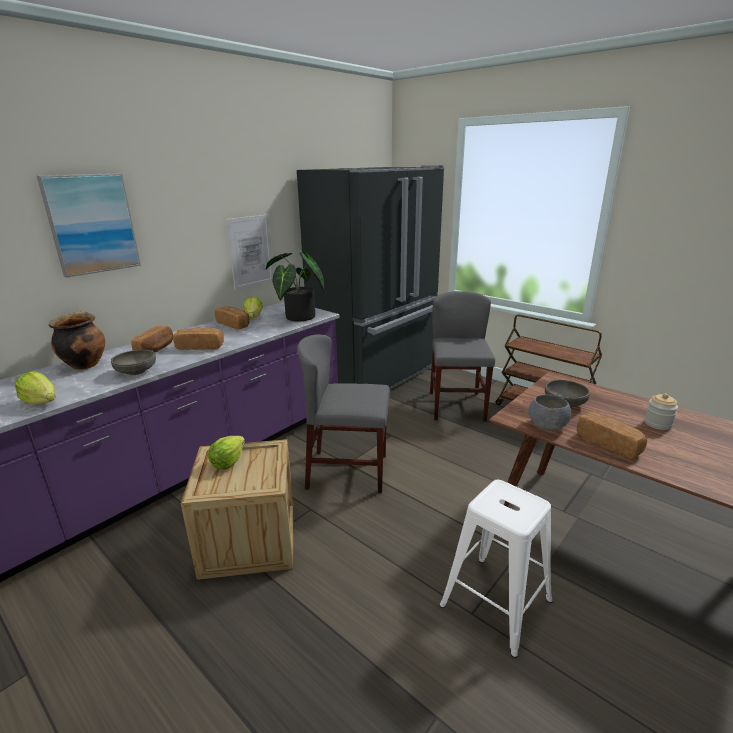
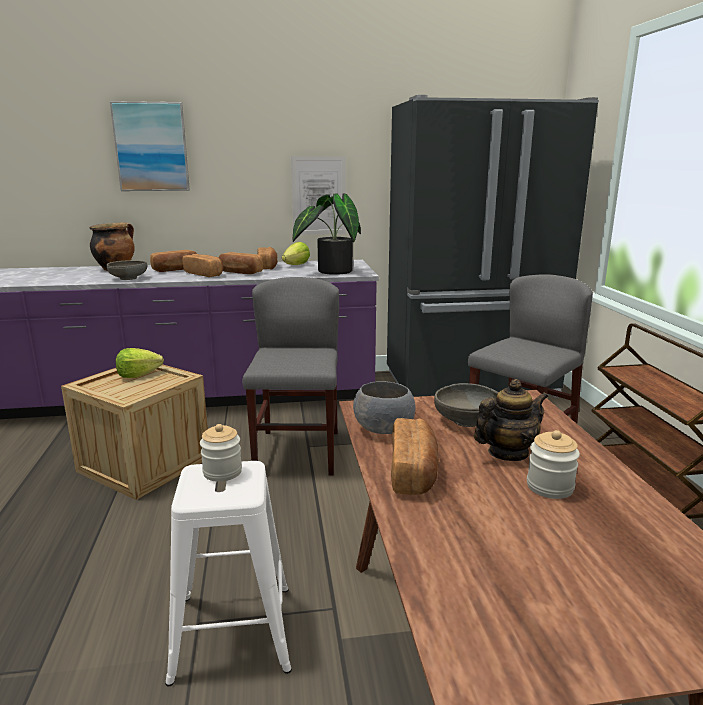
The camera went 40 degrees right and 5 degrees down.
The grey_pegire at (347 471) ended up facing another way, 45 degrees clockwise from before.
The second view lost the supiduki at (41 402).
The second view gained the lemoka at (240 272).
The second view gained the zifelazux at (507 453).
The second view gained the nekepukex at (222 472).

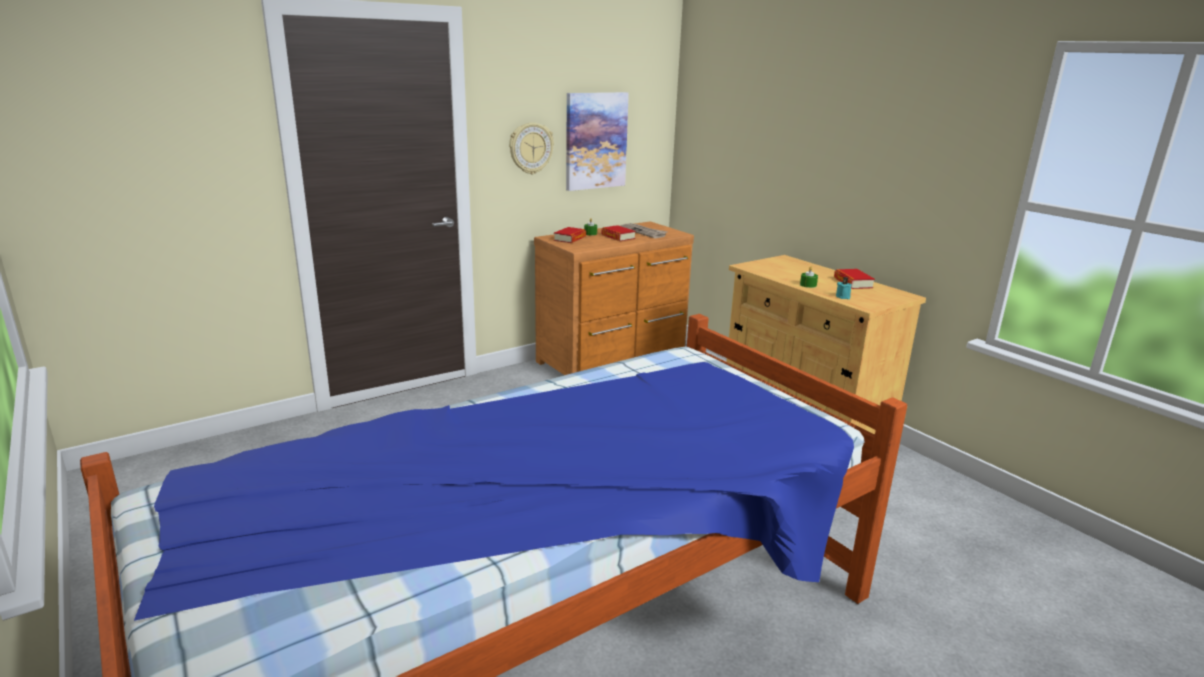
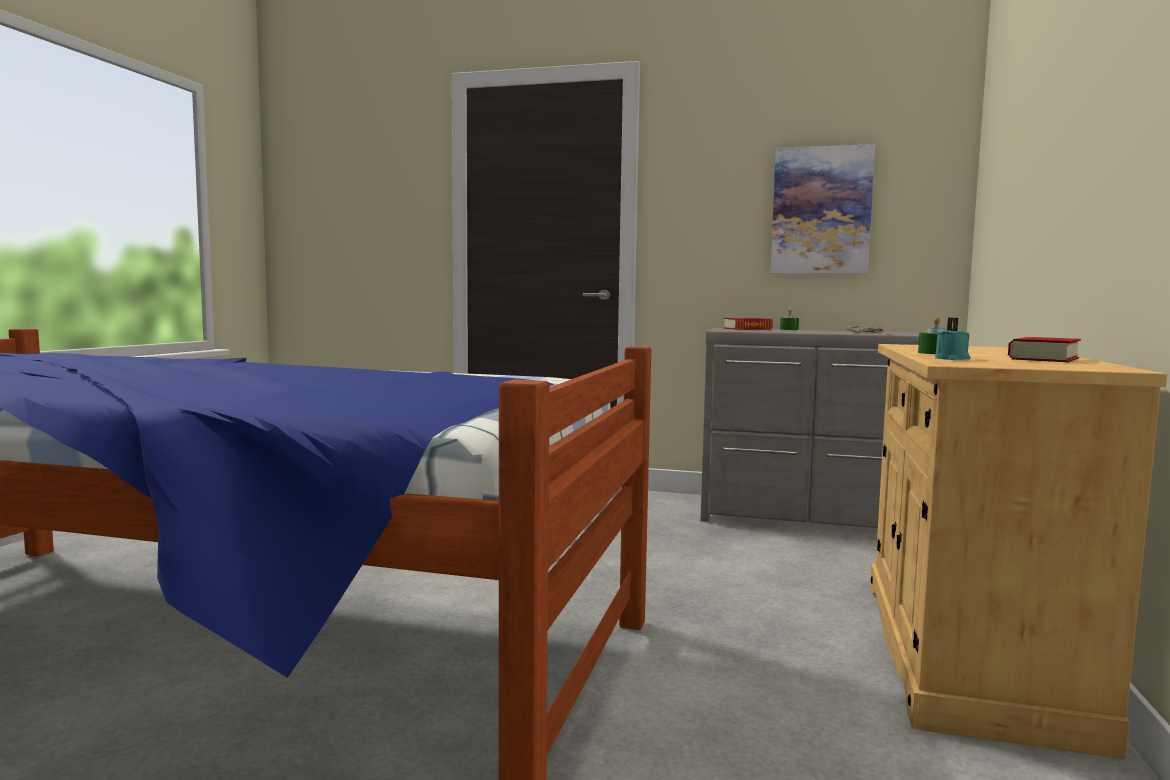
The camera went 50 degrees right and 15 degrees down.
The second view lost the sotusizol at (530 148).
What was the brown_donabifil at (614 360) turned into the grey_donabifil at (807 518).
The second view lost the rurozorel at (618 237).

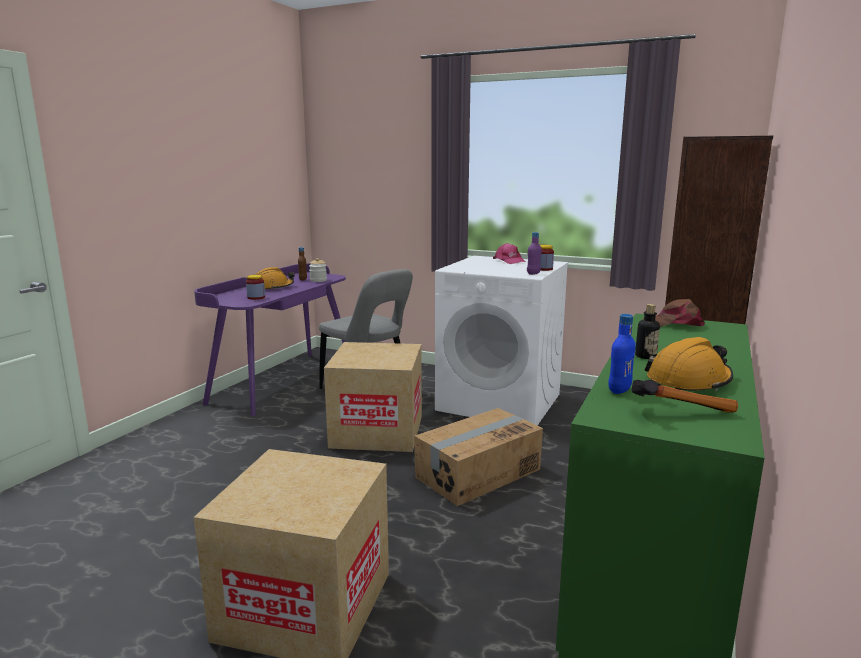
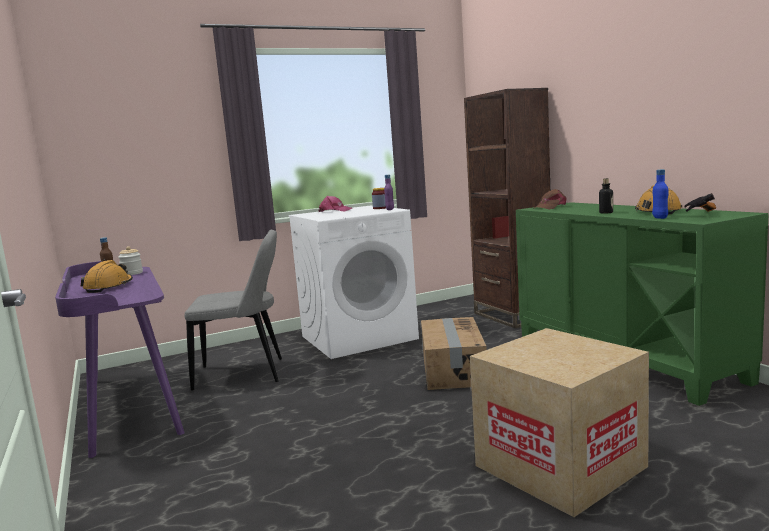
The camera went 50 degrees left and 5 degrees down.
The second view lost the nekepukex at (256 297).
The second view lost the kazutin at (377 431).

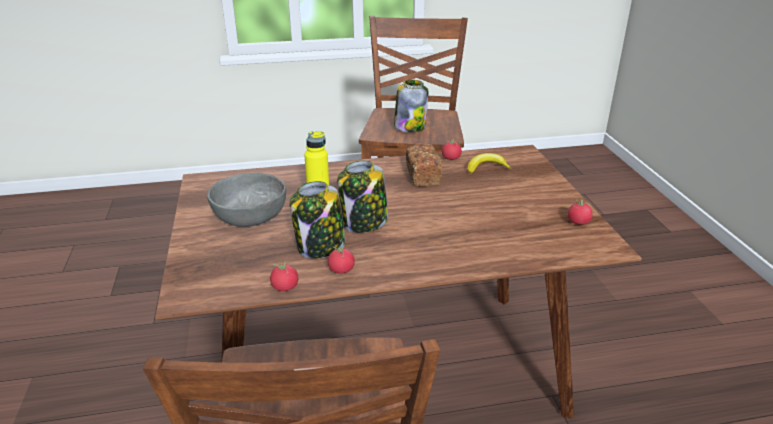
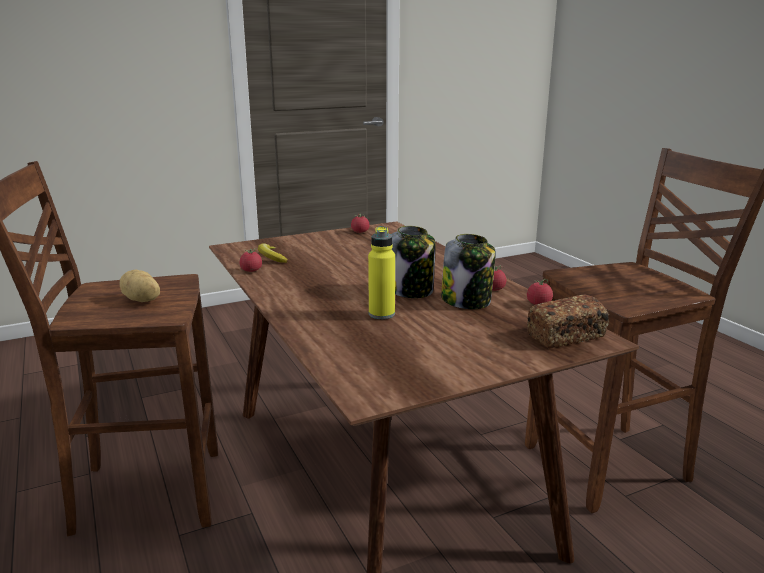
The camera went 105 degrees left and 10 degrees down.
Where the nekepukex stood at (409 127), the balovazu came to stand at (141 300).
The lemoka ended up elsewhere, having gone from (422 175) to (565 336).
The second view lost the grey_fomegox at (249 215).

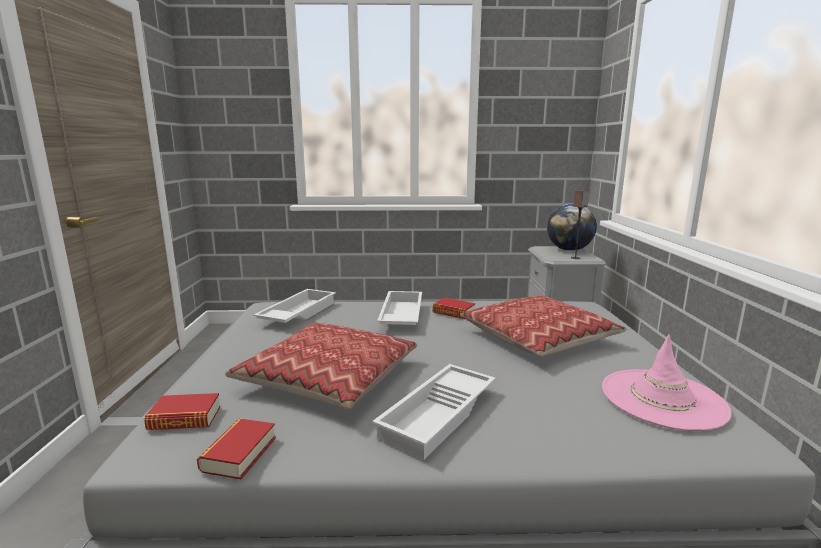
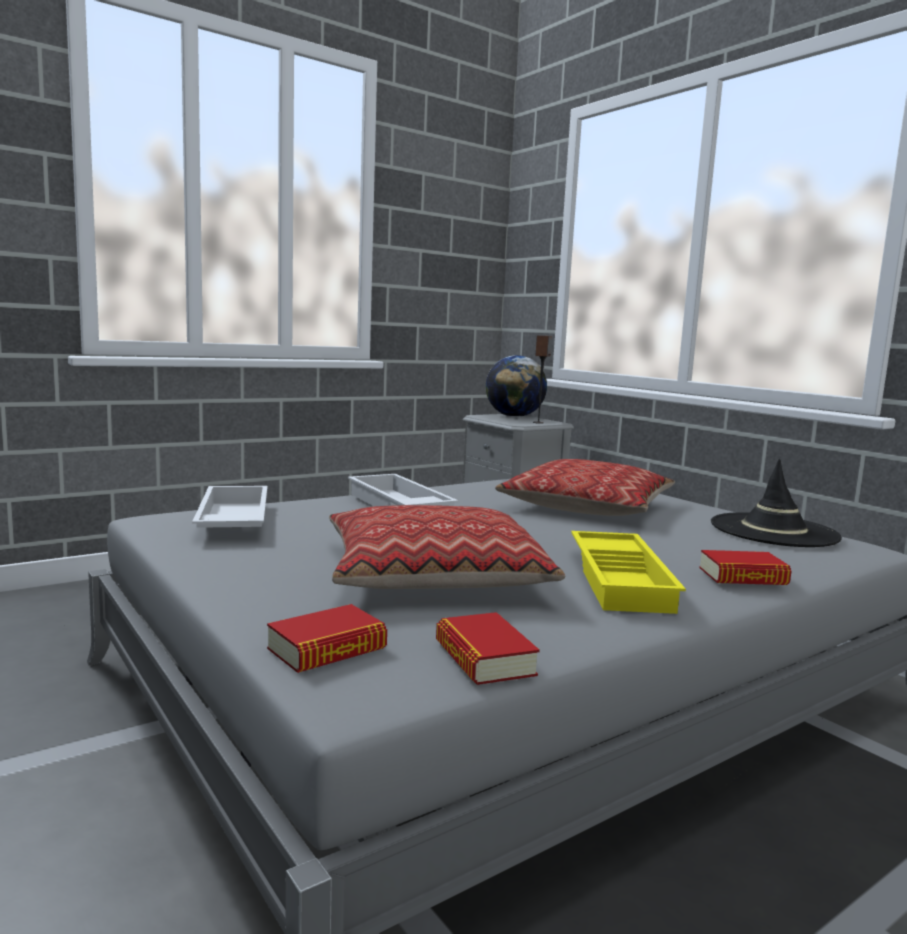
The camera went 35 degrees left and 5 degrees down.
The rurozorel ended up elsewhere, having gone from (453 312) to (743 576).
What was the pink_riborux at (662 399) turned into the black_riborux at (774 531).
What was the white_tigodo at (440 416) turned into the yellow_tigodo at (622 580).

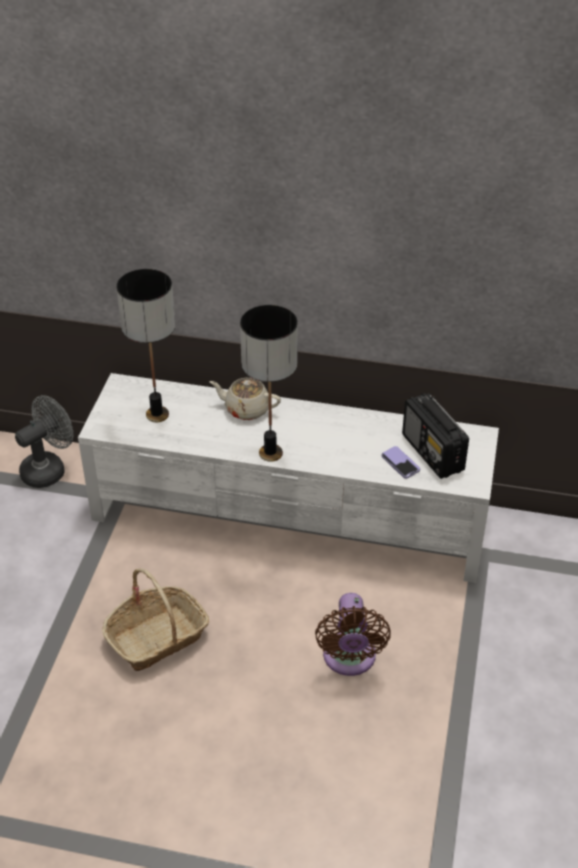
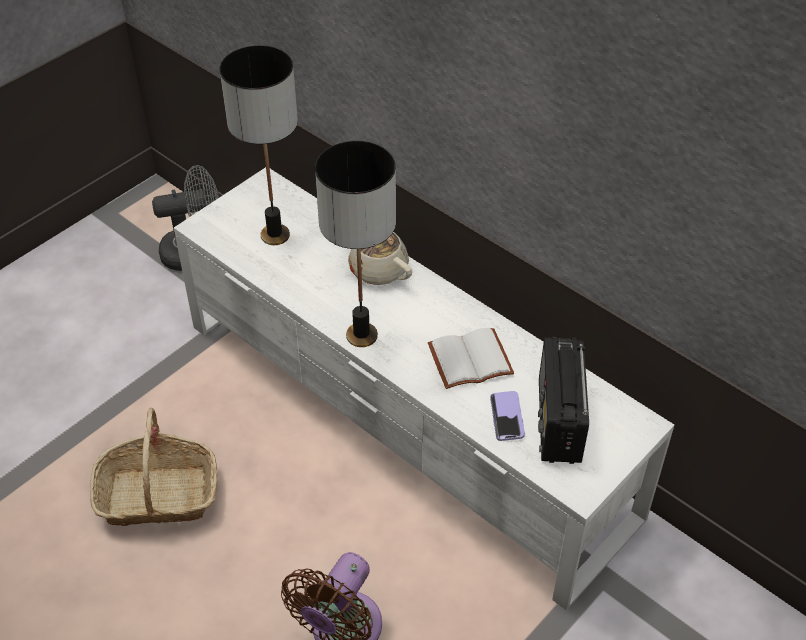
The camera went 30 degrees right and 5 degrees up.
The second view gained the white_rurozorel at (470 358).

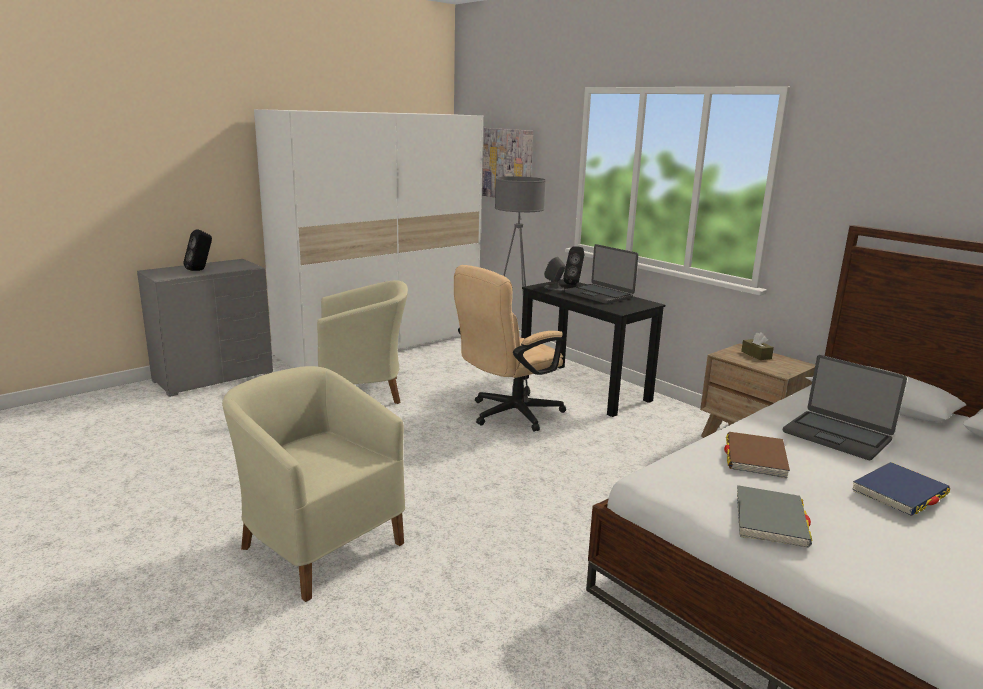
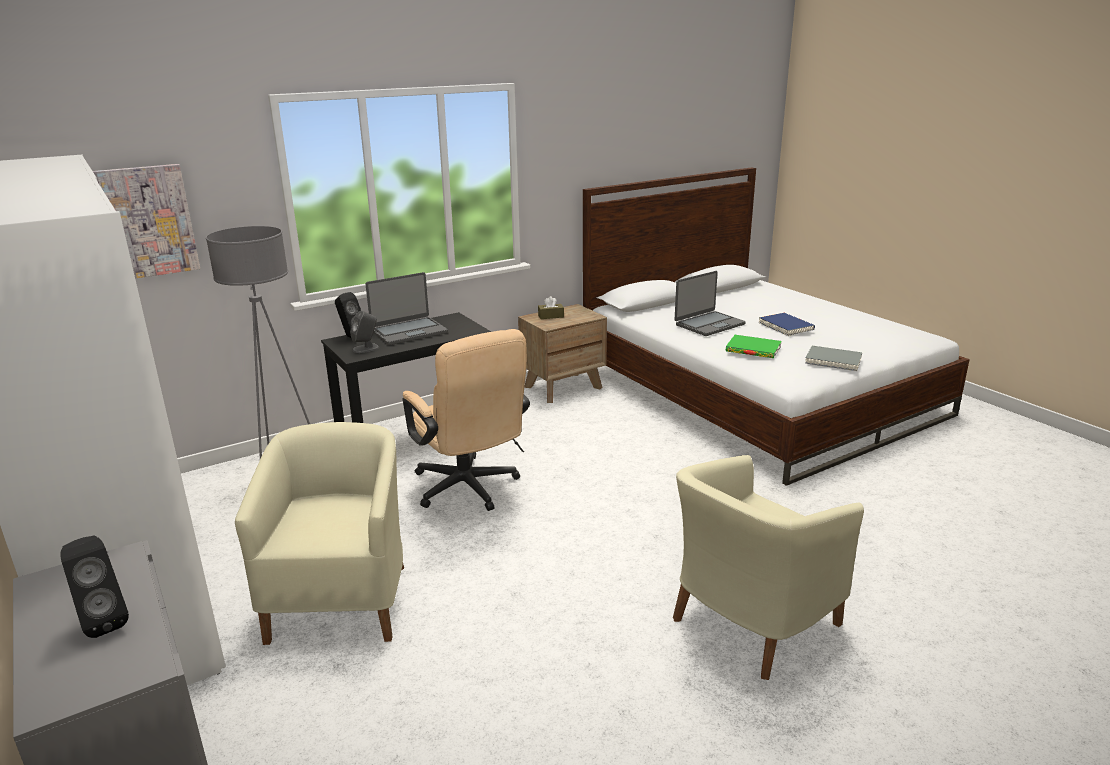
The camera went 80 degrees left and 5 degrees up.
What was the brown_rurozorel at (755 458) turned into the green_rurozorel at (753 349).

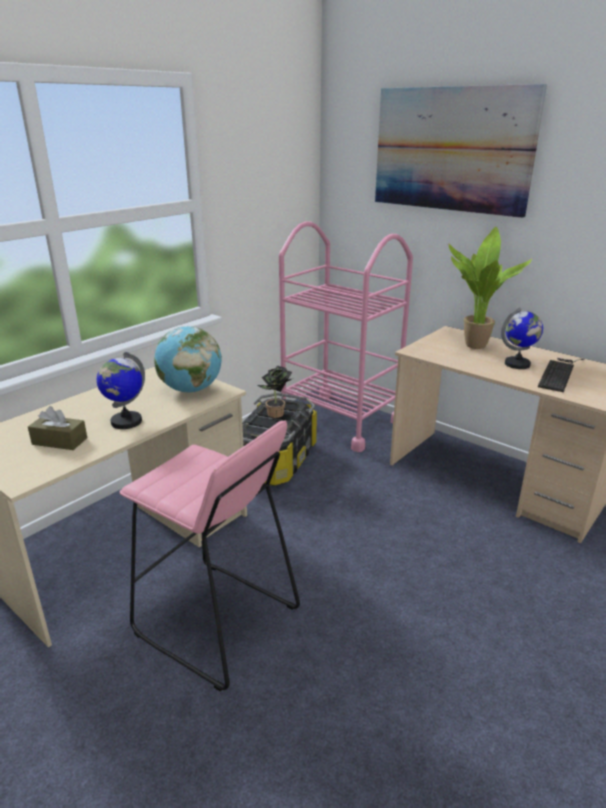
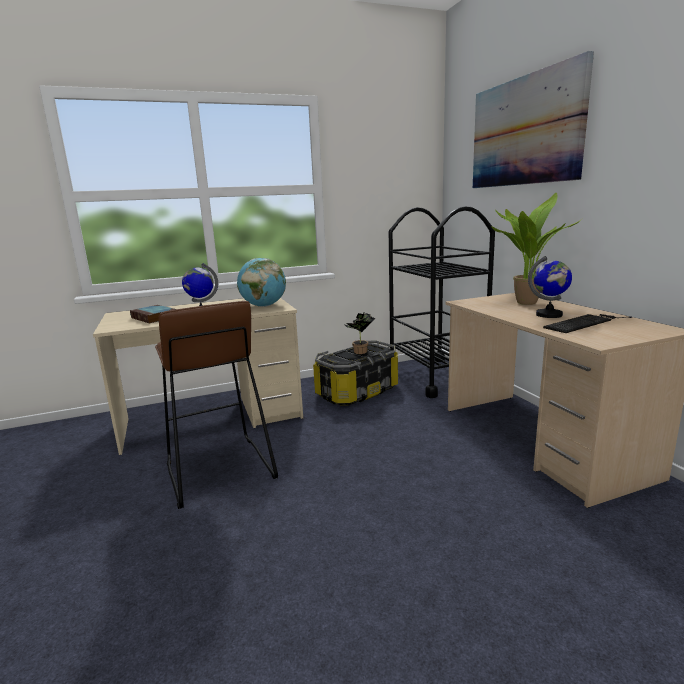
The camera went 30 degrees right and 10 degrees down.
What was the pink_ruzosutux at (340 420) turned into the black_ruzosutux at (436 376).
Where the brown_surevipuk stood at (59 441), the rurozorel came to stand at (155 317).
What was the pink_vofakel at (216 622) turned into the brown_vofakel at (218 471).

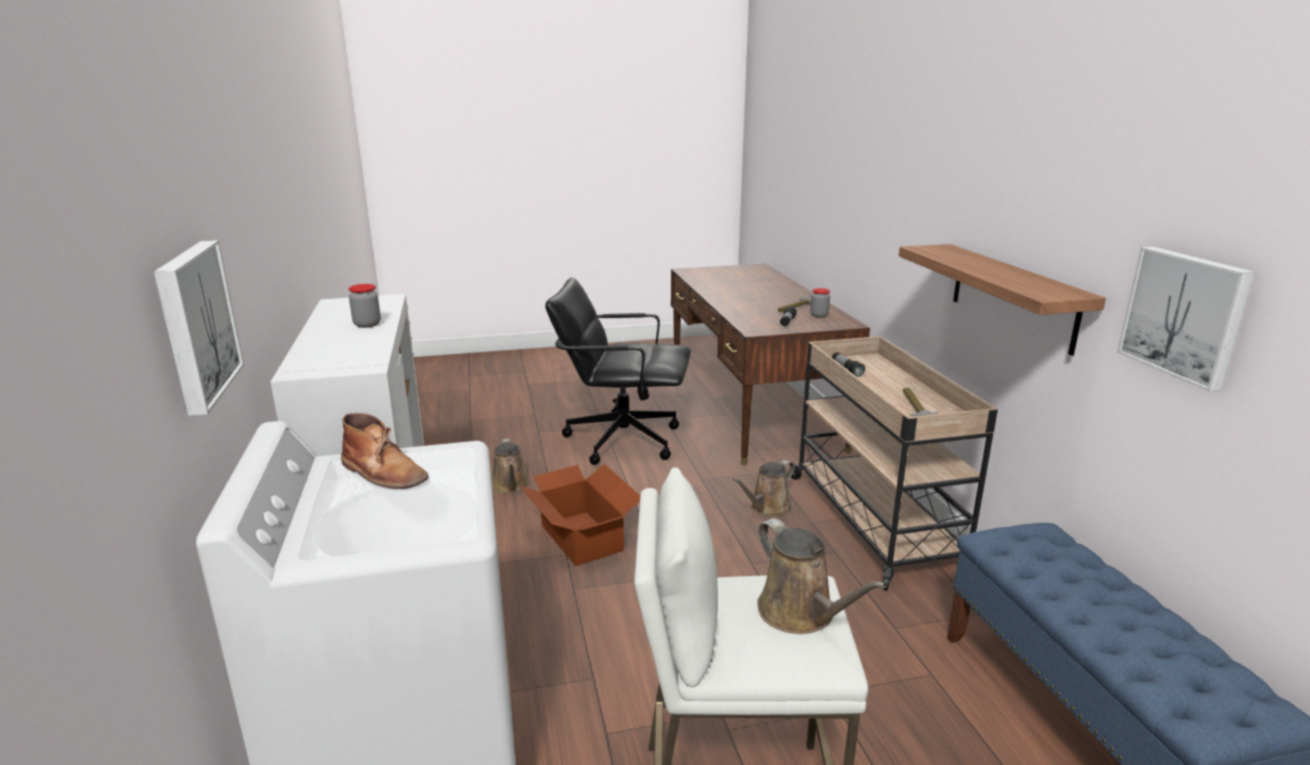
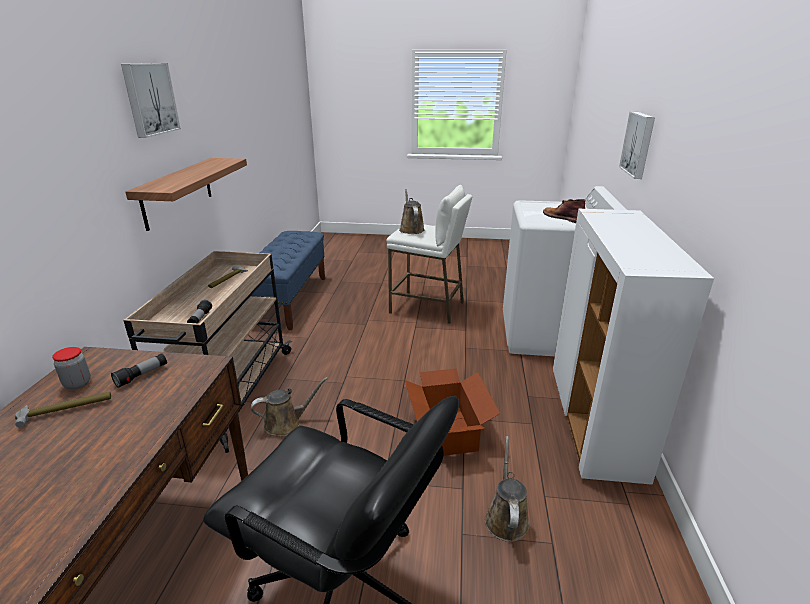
The camera went 160 degrees left and 5 degrees up.
The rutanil ended up elsewhere, having gone from (1185 315) to (149 99).
The second view lost the nekepukex at (367 324).

